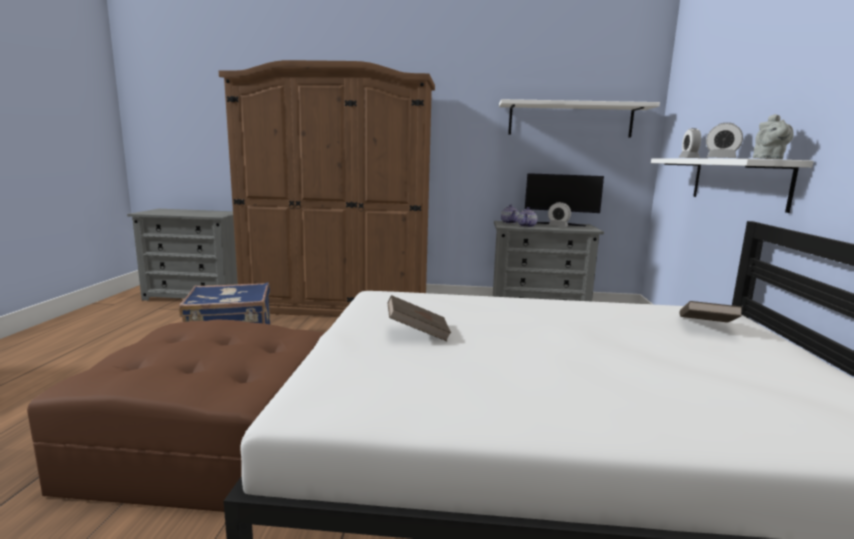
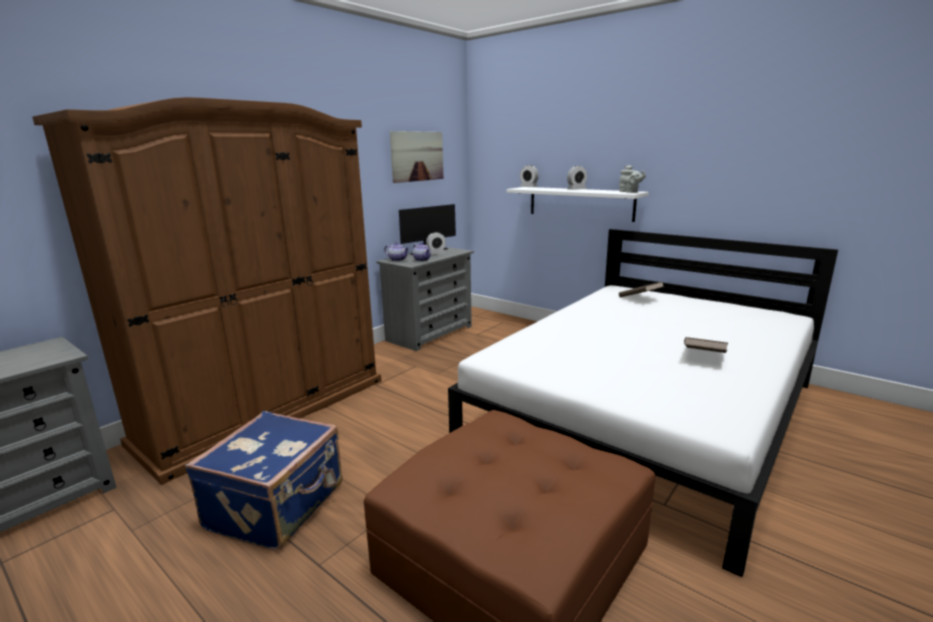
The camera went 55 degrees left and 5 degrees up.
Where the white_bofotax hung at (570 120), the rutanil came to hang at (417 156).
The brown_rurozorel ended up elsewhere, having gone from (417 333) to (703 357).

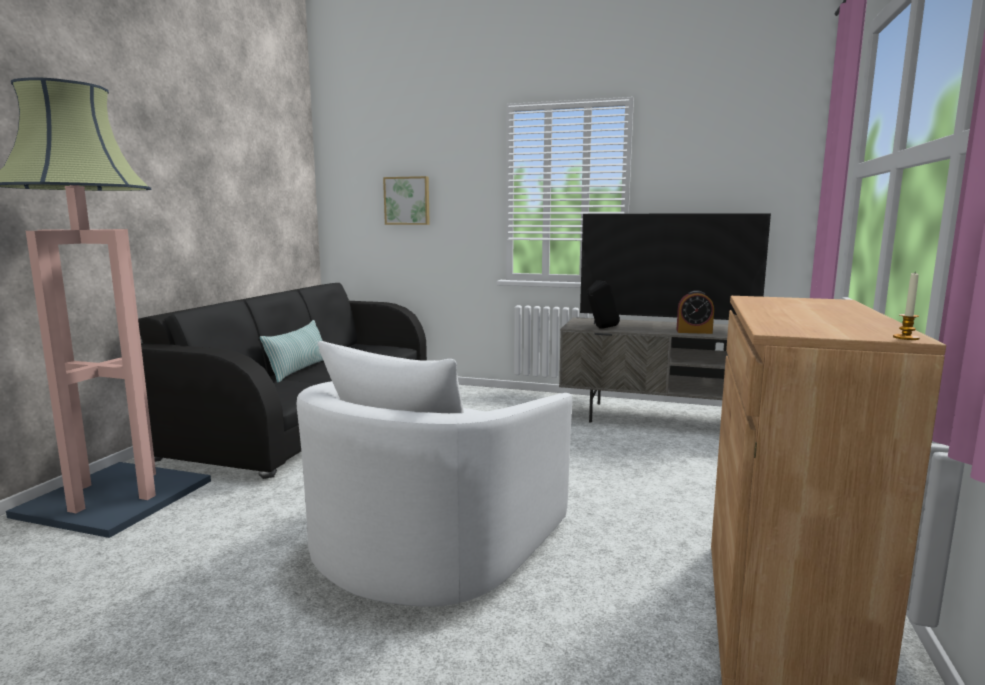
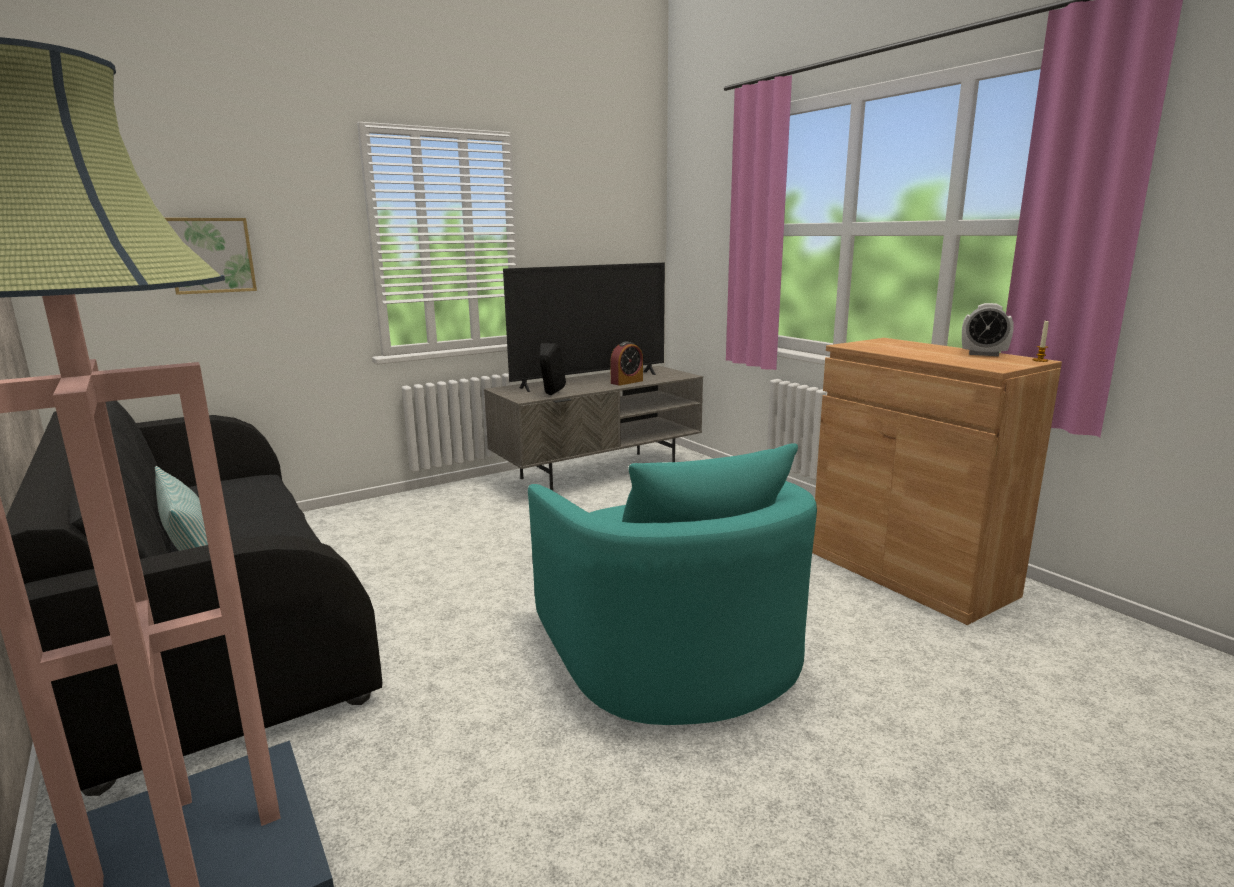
The camera went 50 degrees left and 5 degrees up.
What was the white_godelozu at (433 541) turned into the turquoise_godelozu at (670 650).
The second view gained the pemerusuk at (983 354).

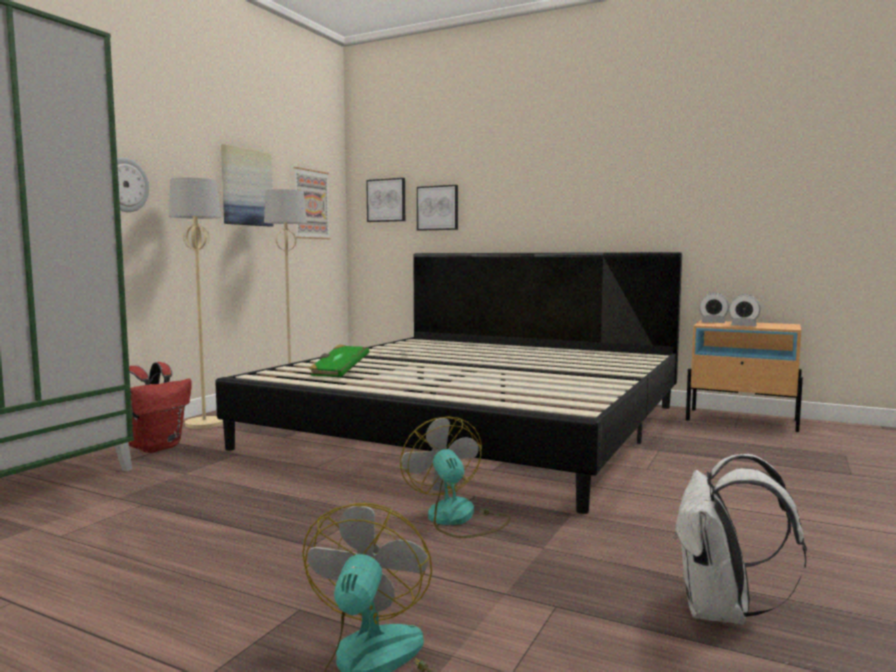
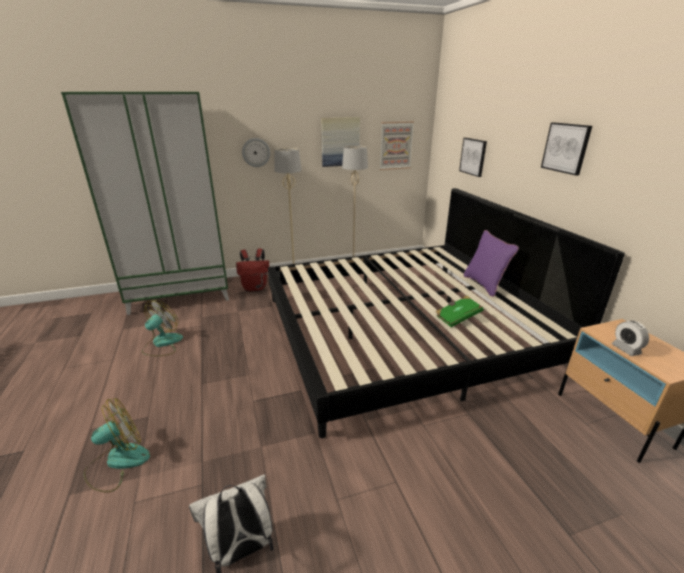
The camera went 45 degrees right and 20 degrees up.
The rutanil ended up elsewhere, having gone from (386 200) to (566 148).
The second view lost the pemerusuk at (713 323).
The green_rurozorel ended up elsewhere, having gone from (339 372) to (457 318).
The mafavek ended up elsewhere, having gone from (457 519) to (162 344).
The second view gained the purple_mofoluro at (484 285).

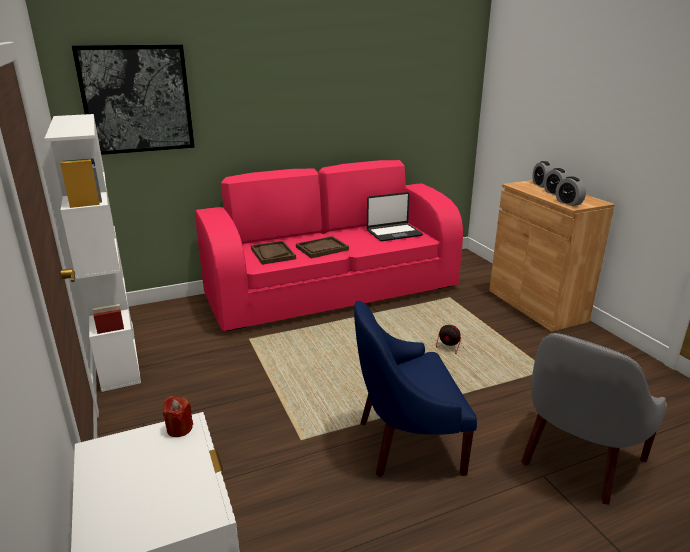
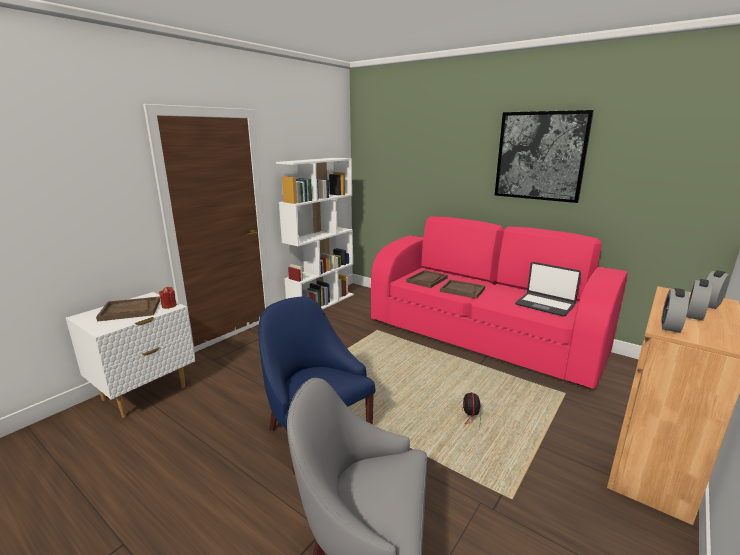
The camera went 60 degrees right and 5 degrees down.
The rutanil ended up elsewhere, having gone from (137 99) to (540 156).
The second view gained the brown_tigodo at (130 310).

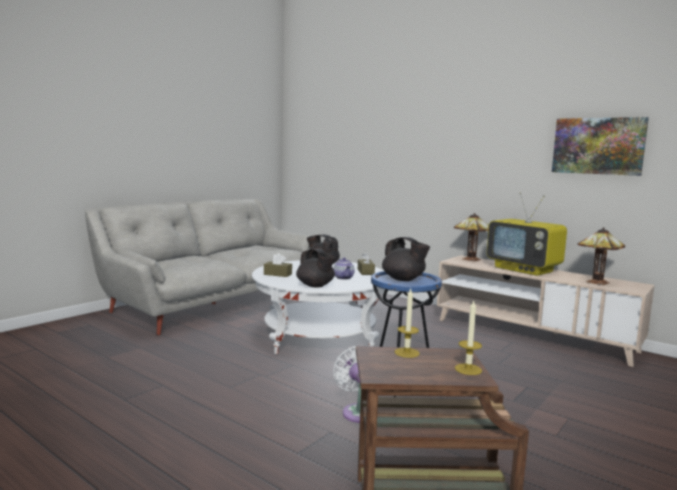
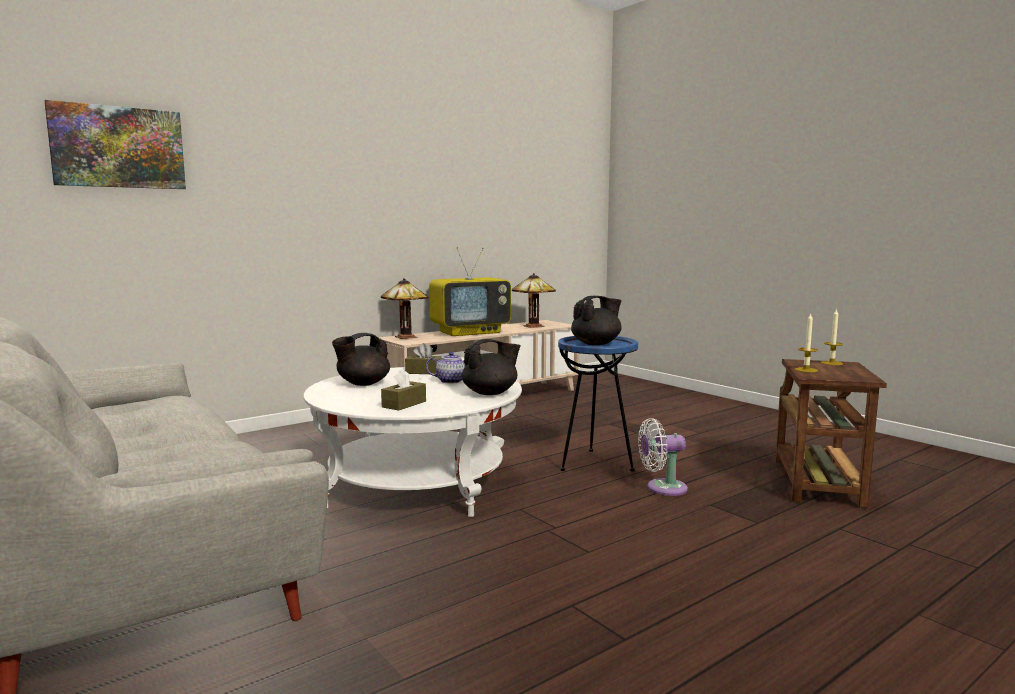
The camera went 75 degrees left and 0 degrees up.
The rutanil ended up elsewhere, having gone from (598 146) to (118 147).

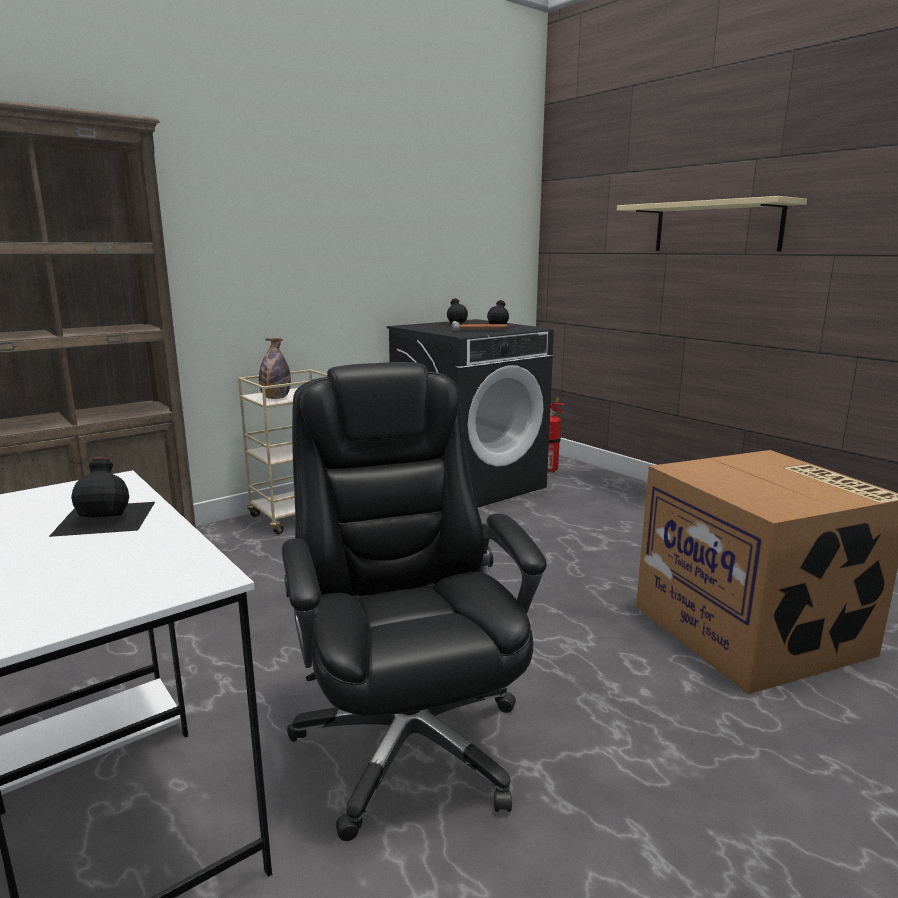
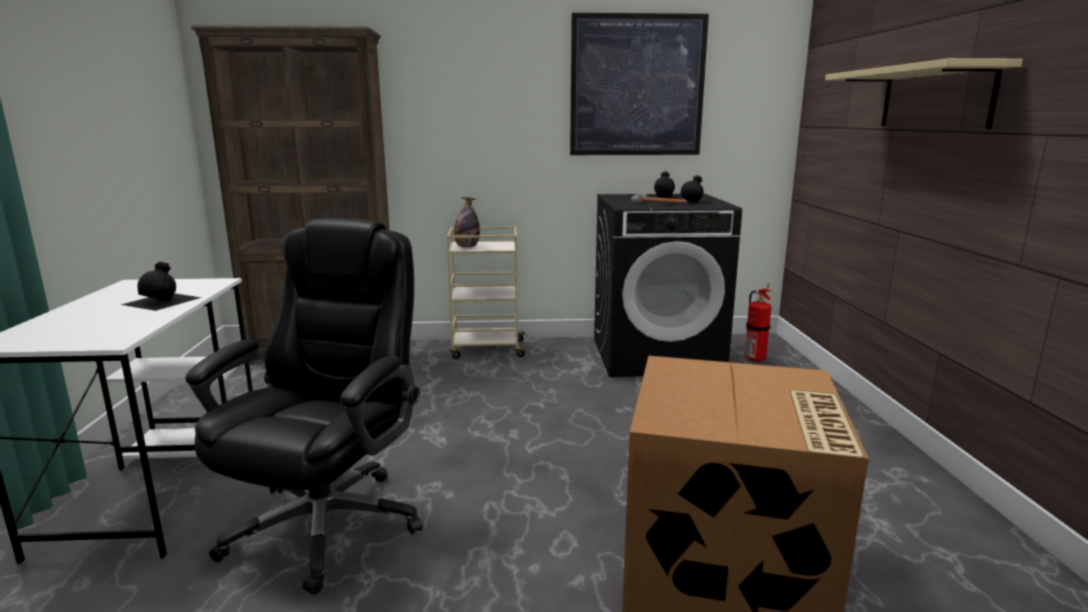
The camera went 35 degrees right and 0 degrees up.
The second view gained the rutanil at (637 86).

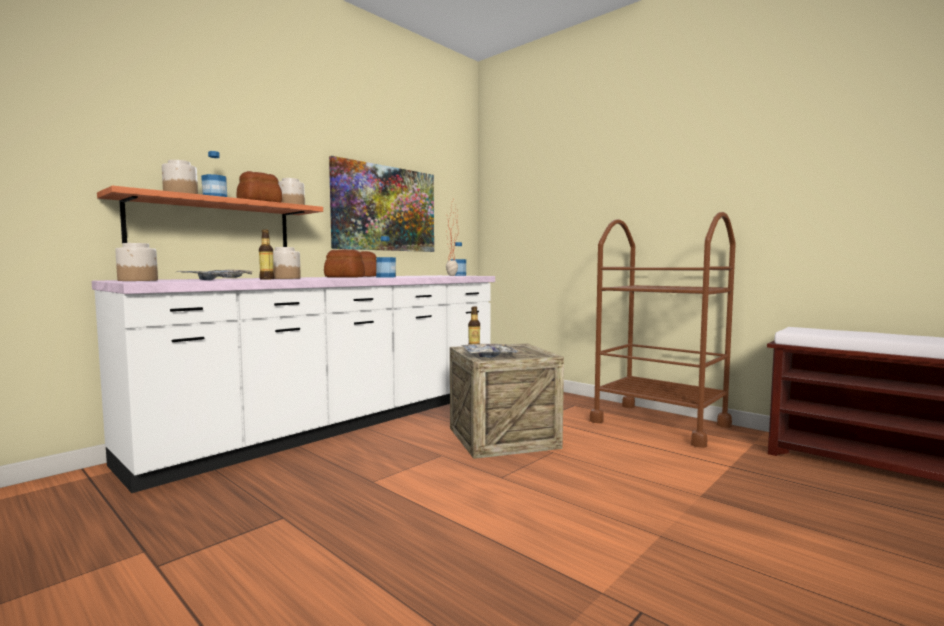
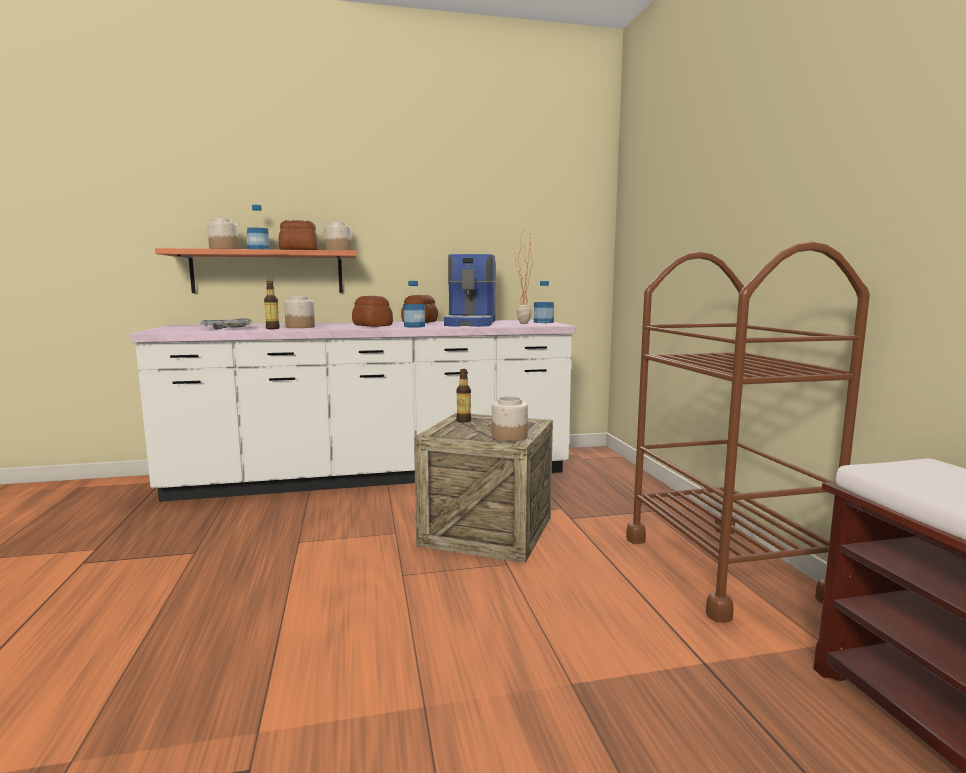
The camera went 35 degrees right and 5 degrees up.
The second view lost the rutanil at (385 208).
The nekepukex ended up elsewhere, having gone from (138 280) to (510 436).
The second view lost the tigodo at (489 355).
The second view gained the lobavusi at (471 323).

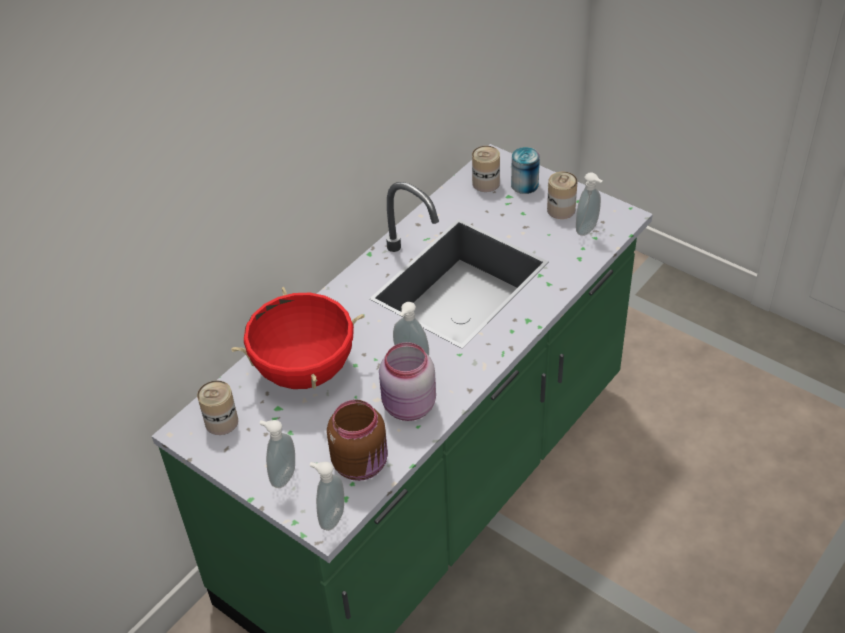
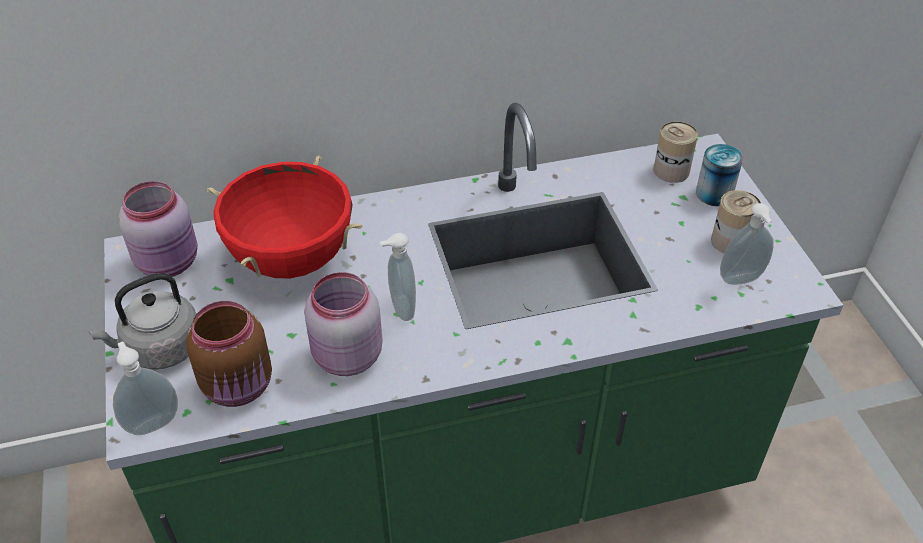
The camera went 35 degrees right and 0 degrees up.
Where the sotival stood at (221 422), the pink_nekepukex came to stand at (170 262).
Where the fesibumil stood at (282 476), the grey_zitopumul came to stand at (159 349).

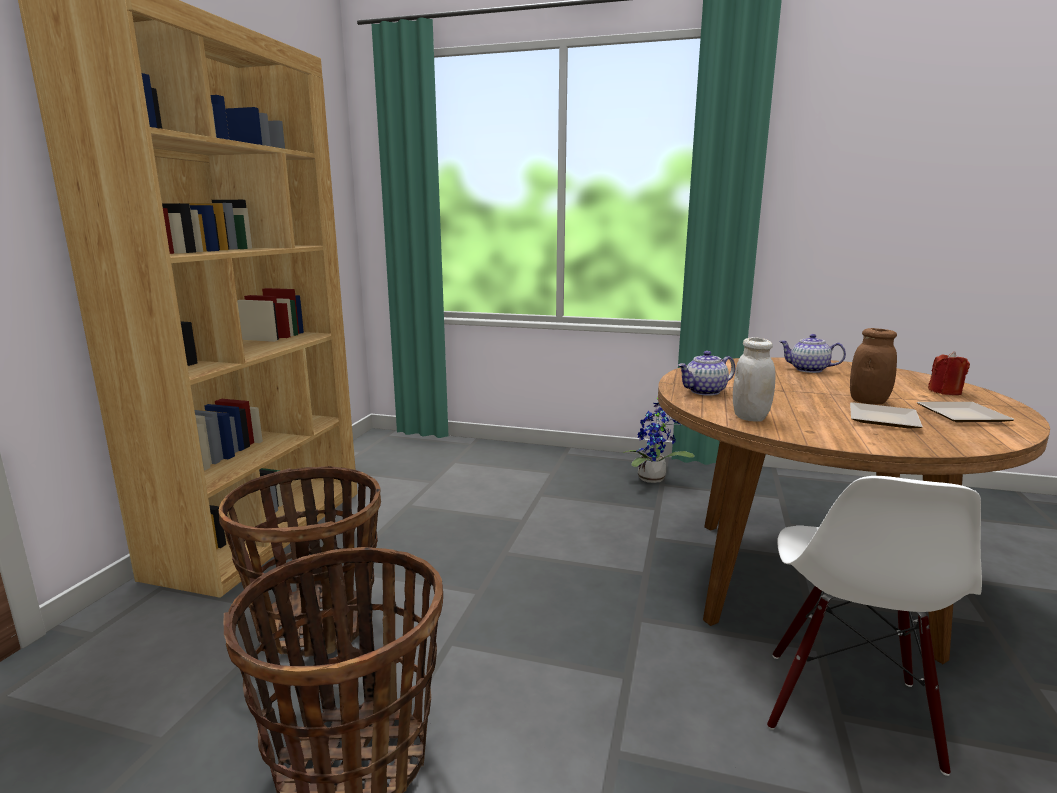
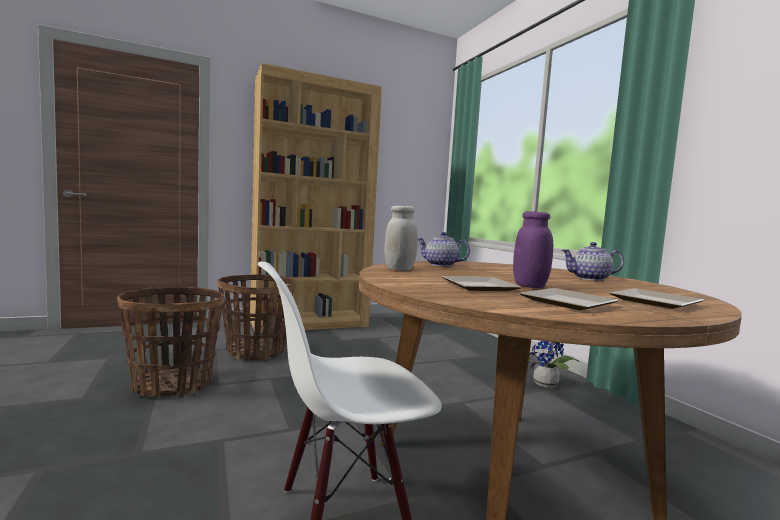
The camera went 50 degrees right and 10 degrees down.
What was the brown_nekepukex at (868 401) turned into the purple_nekepukex at (529 286).
The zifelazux at (808 370) ended up facing another way, 75 degrees counterclockwise from before.
Where the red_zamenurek stood at (945 392), the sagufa came to stand at (656 303).

